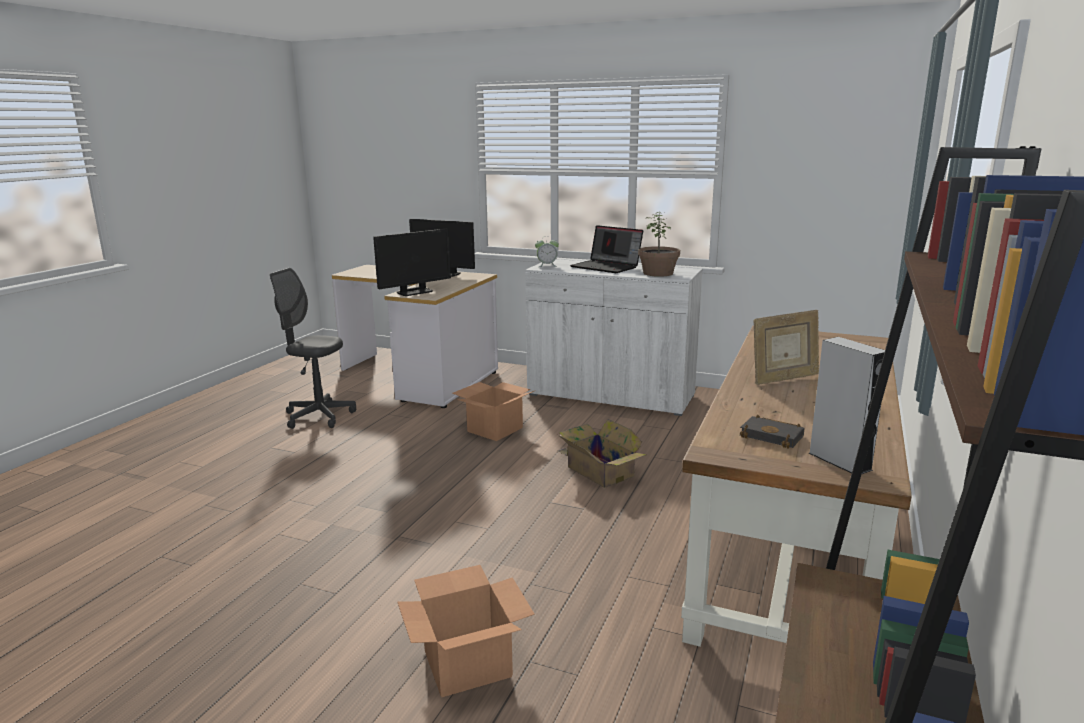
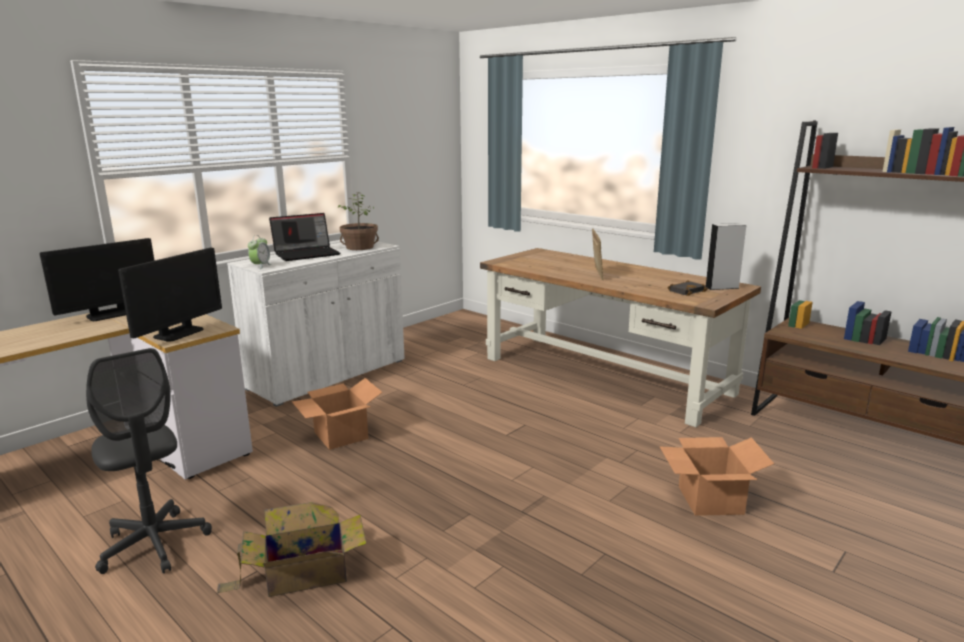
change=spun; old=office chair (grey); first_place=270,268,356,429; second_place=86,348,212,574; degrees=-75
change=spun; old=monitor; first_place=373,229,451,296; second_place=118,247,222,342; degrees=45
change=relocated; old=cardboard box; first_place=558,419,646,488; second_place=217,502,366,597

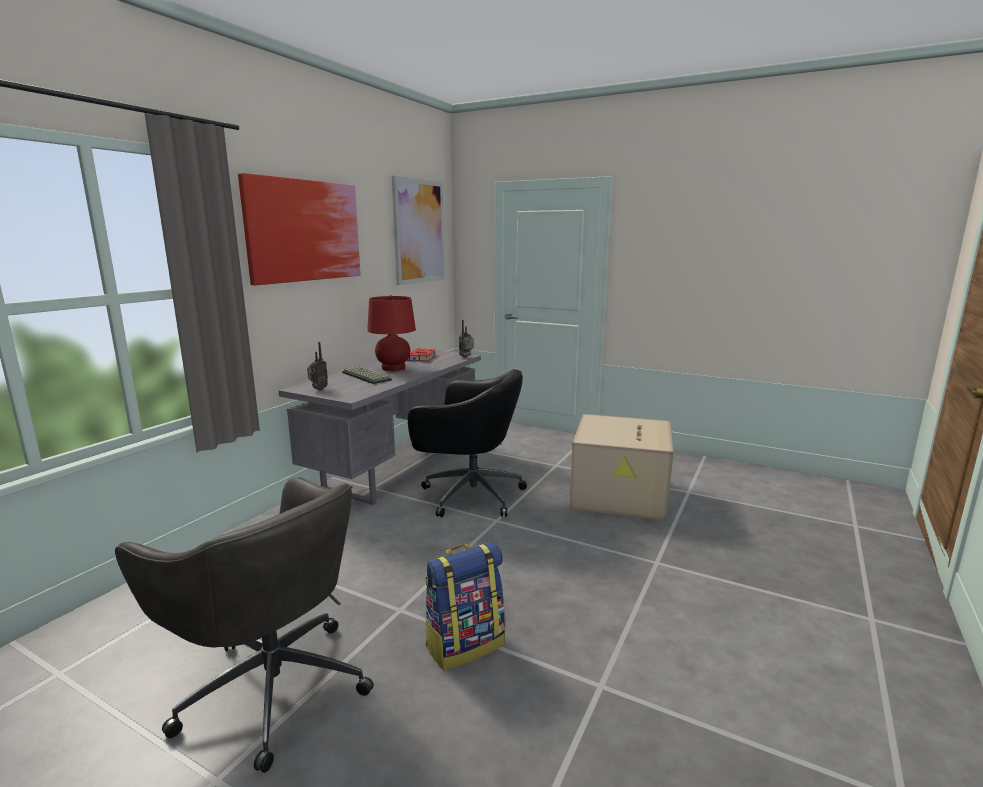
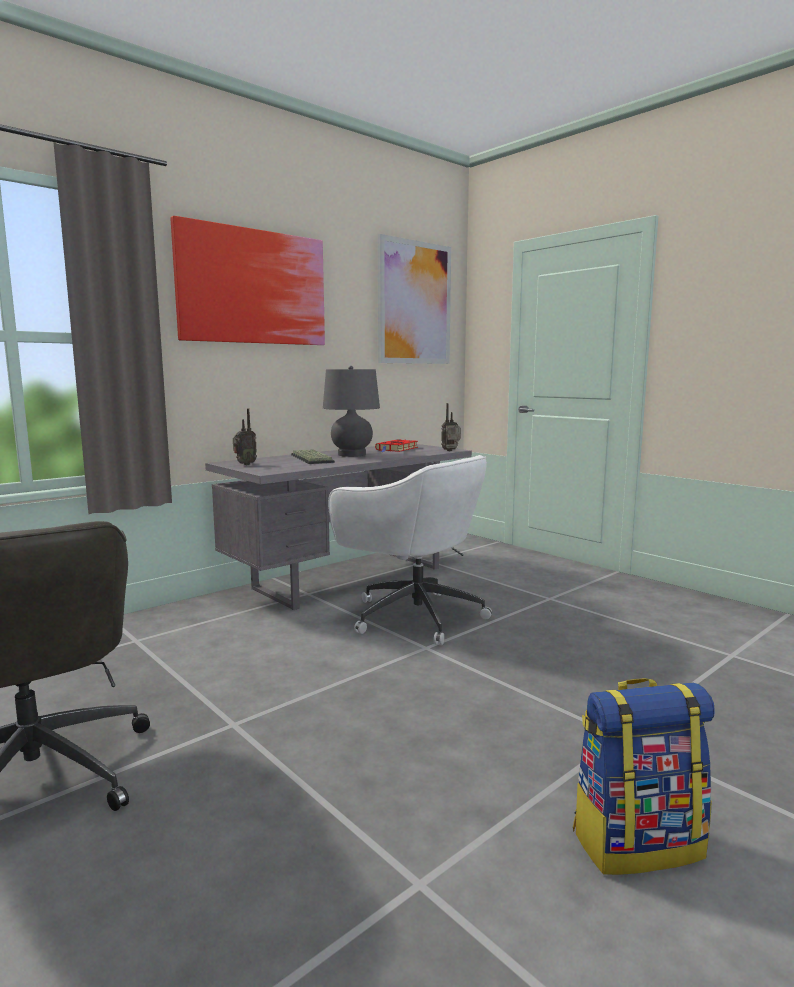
change=colour; old=table lamp (red); new=table lamp (grey); first_place=367,295,416,371; second_place=323,366,380,457
change=colour; old=office chair (black); new=office chair (white); first_place=408,369,527,517; second_place=328,455,492,645
change=relocated; old=backpack; first_place=425,542,505,670; second_place=573,678,715,875
change=missing; old=cardboard box; first_place=570,414,673,521

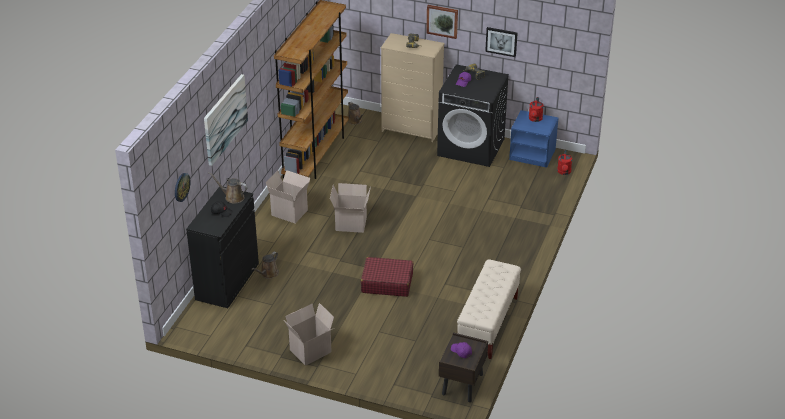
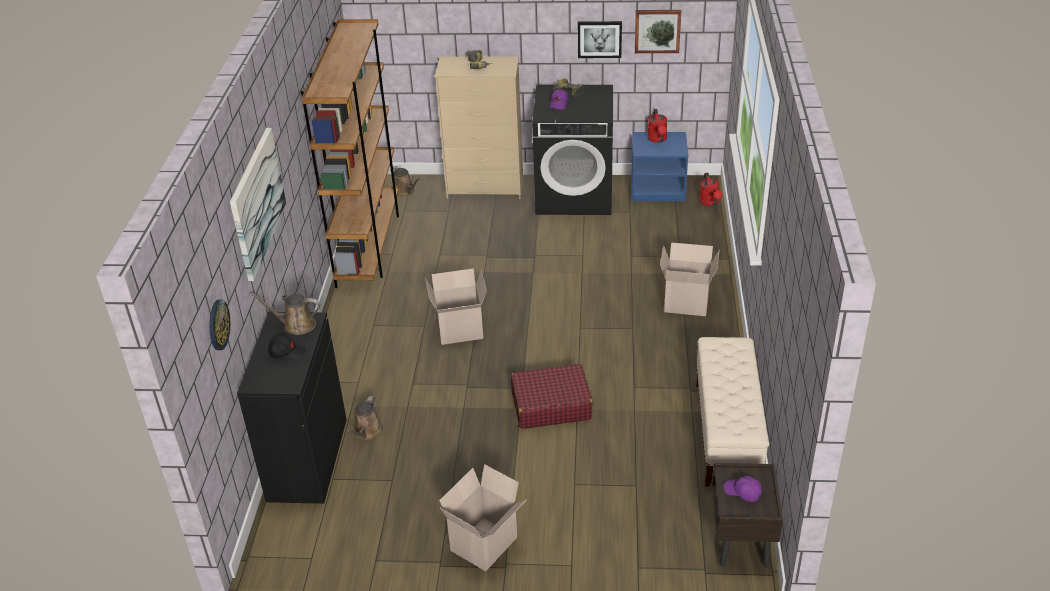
change=relocated; old=picture; first_place=426,5,458,39; second_place=635,10,681,53
change=relocated; old=cardboard box; first_place=266,170,310,223; second_place=660,242,720,316

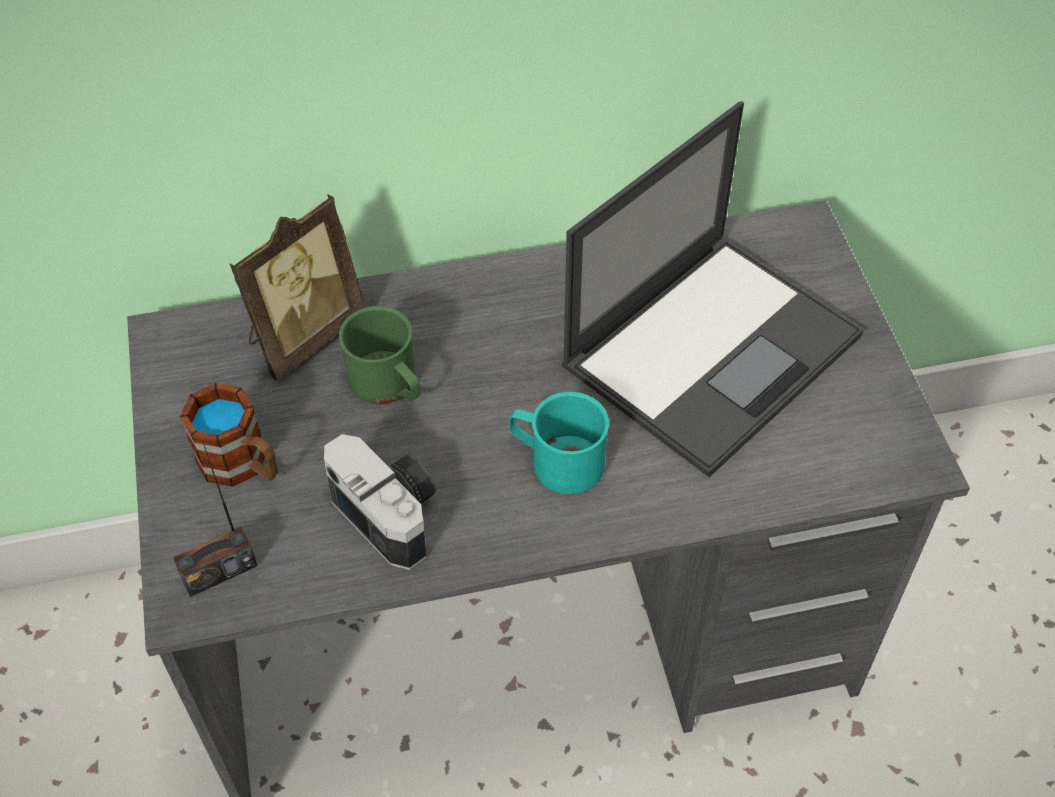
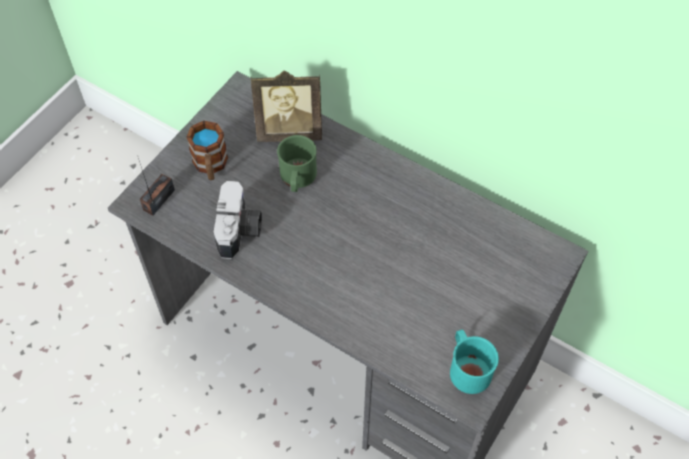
change=spun; old=radio; first_place=173,440,258,597; second_place=137,155,175,215; degrees=105
change=relocated; old=mug (turquoise); first_place=510,392,609,494; second_place=450,329,499,394
change=missing; old=laptop; first_place=561,101,864,477

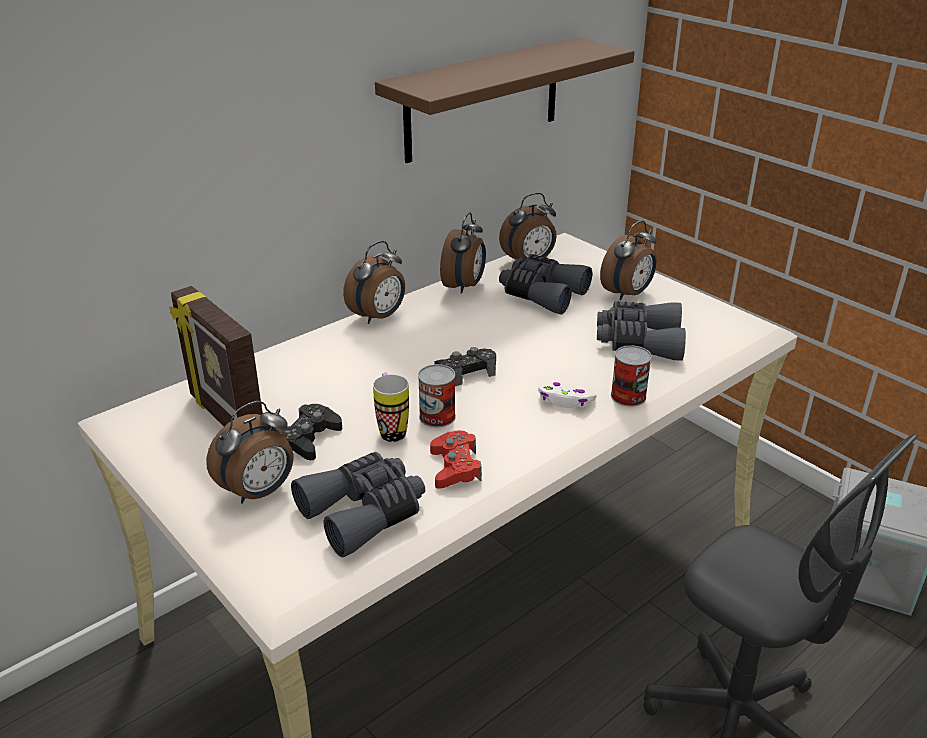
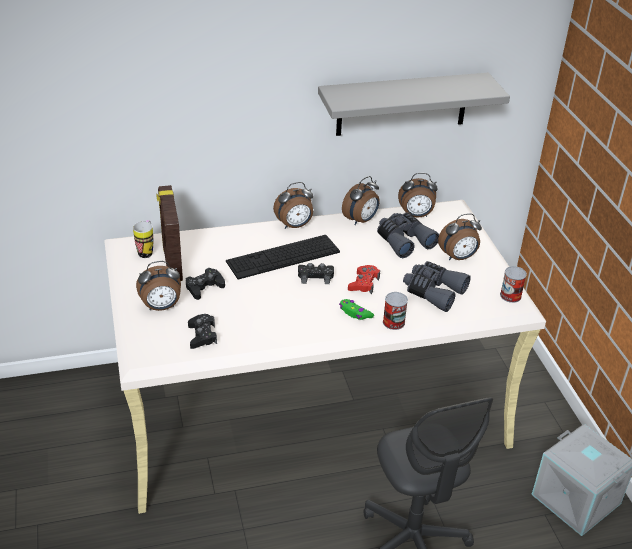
change=relocated; old=mug; first_place=373,372,409,442; second_place=133,220,153,258
change=exchanged; old=binoculars (grey); new=game controller (black); first_place=291,452,425,557; second_place=188,314,217,349
change=appeared; new=keyboard; second_place=226,235,340,280
change=colour; old=shelf (brown); new=shelf (grey); first_place=375,37,635,163; second_place=318,73,510,136
change=colour; old=game controller (white); new=game controller (green); first_place=538,382,597,408; second_place=339,299,374,320
change=relocated; old=game controller (red); first_place=430,430,482,489; second_place=348,265,380,294
change=relocated; old=can; first_place=418,364,456,427; second_place=500,266,527,303

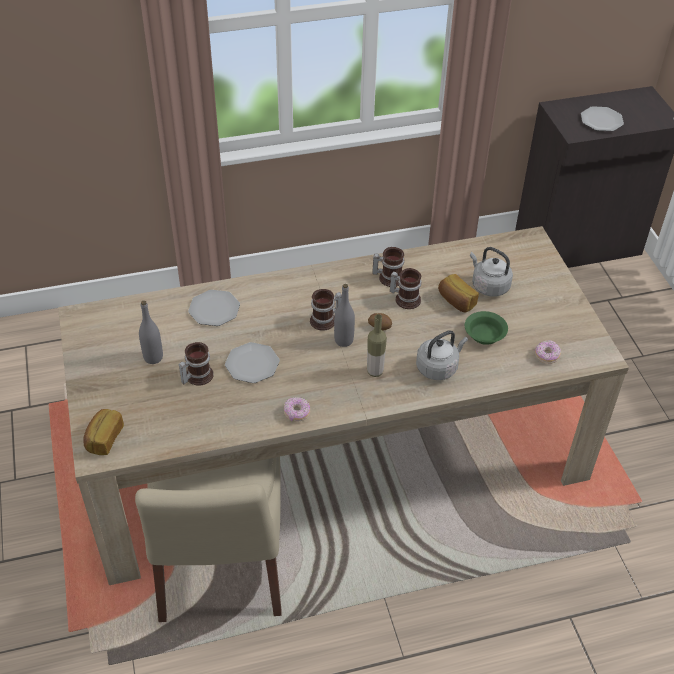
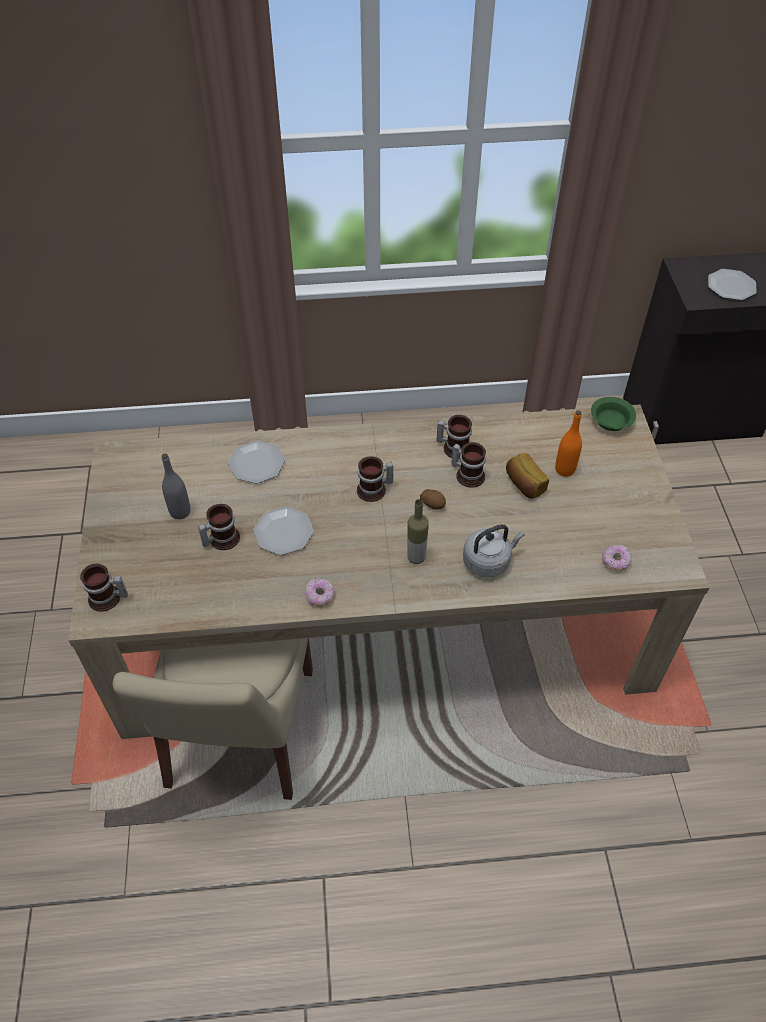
change=exchanged; old=bread; new=mug; first_place=83,409,124,455; second_place=80,563,128,612
change=exchanged; old=kettle (grey); new=bottle (orange); first_place=470,247,513,297; second_place=555,410,582,477
change=relocated; old=bowl (green); first_place=465,311,508,345; second_place=591,397,636,431
change=missing; old=bottle (grey); first_place=334,284,355,347

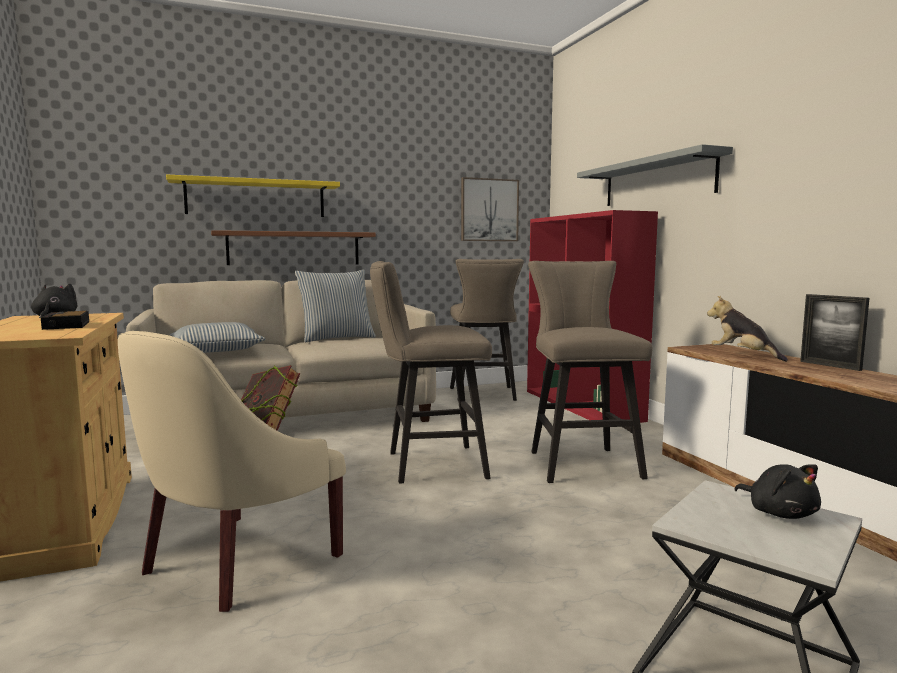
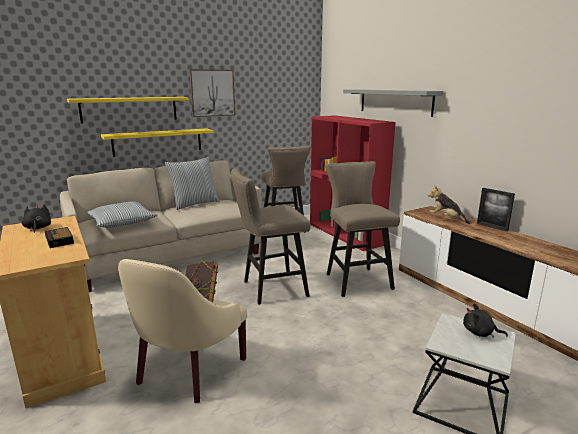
change=colour; old=shelf (brown); new=shelf (yellow); first_place=211,230,376,265; second_place=101,128,214,157
change=relocated; old=picture; first_place=461,177,519,241; second_place=189,69,235,117
change=spun; old=plush toy (black); first_place=734,464,821,519; second_place=463,304,508,338; degrees=150

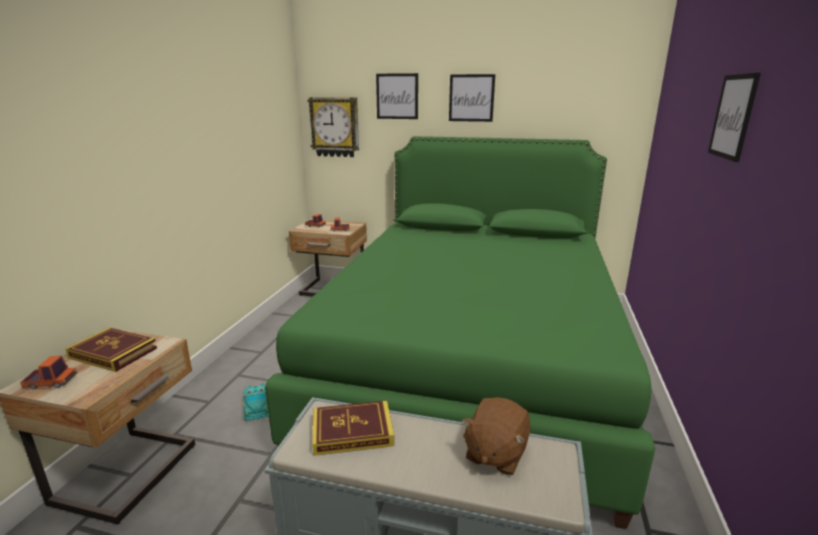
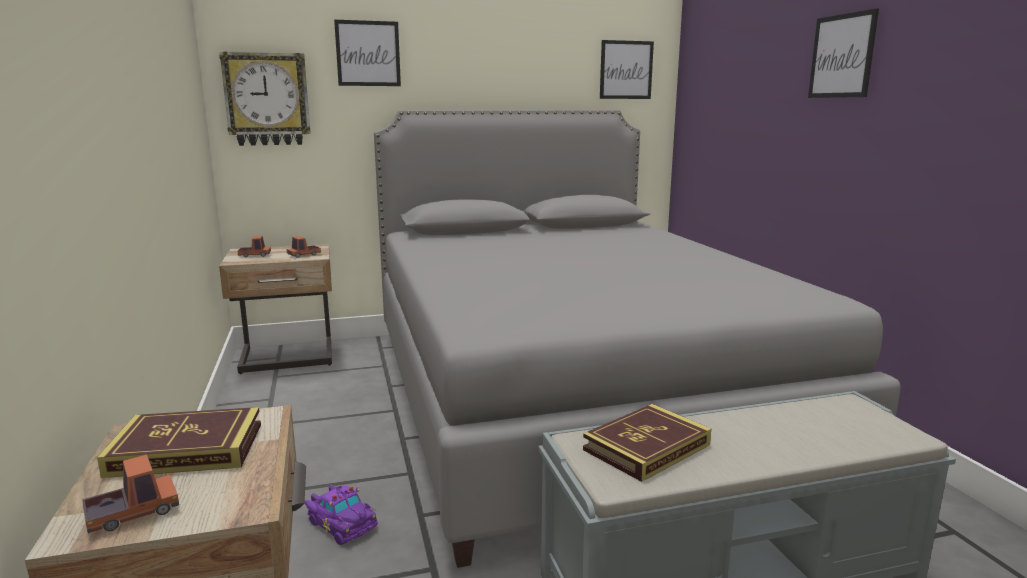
change=colour; old=toy car (turquoise); new=toy car (purple); first_place=243,383,269,421; second_place=304,485,378,545
change=colour; old=bed (green); new=bed (grey); first_place=265,136,655,529; second_place=374,109,901,568
change=relocated; old=picture; first_place=449,74,495,122; second_place=600,40,654,99
change=missing; old=plush toy (brown); first_place=461,397,531,475

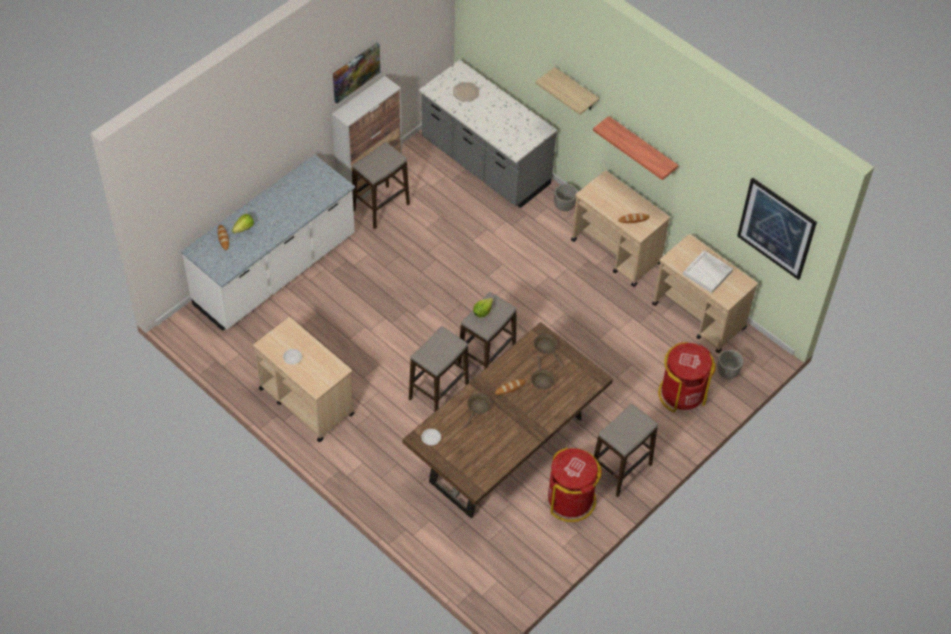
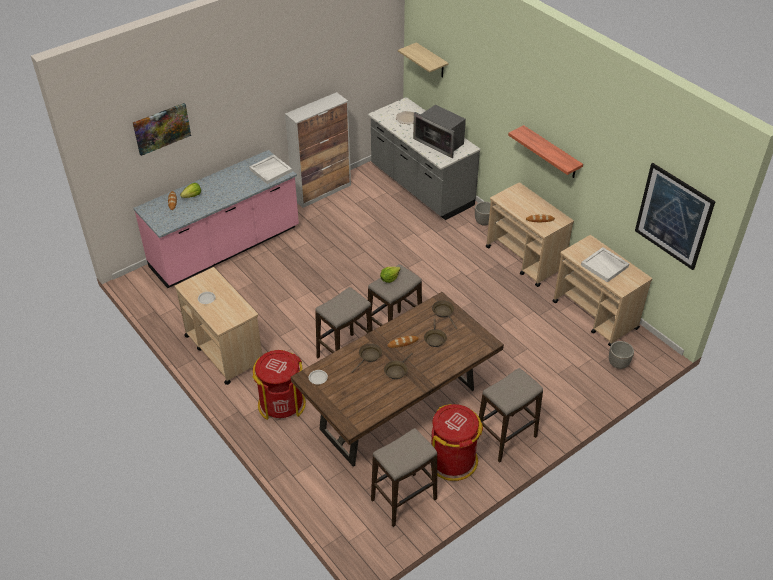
change=relocated; old=picture; first_place=333,43,380,103; second_place=133,103,191,156
change=colour; old=counter (white); new=counter (pink); first_place=181,154,355,331; second_place=133,150,299,288
change=appeared; new=tray (white); second_place=249,155,292,184
change=relocated; old=trash can (red); first_place=658,342,716,412; second_place=253,350,306,420
change=relocated; old=stool; first_place=352,142,410,229; second_place=371,428,437,527
change=appeared; new=frying pan (brown); second_place=384,353,413,379
change=relocated; old=shelf; first_place=535,67,599,115; second_place=398,42,449,78
change=appeared; new=microwave; second_place=413,105,466,158

